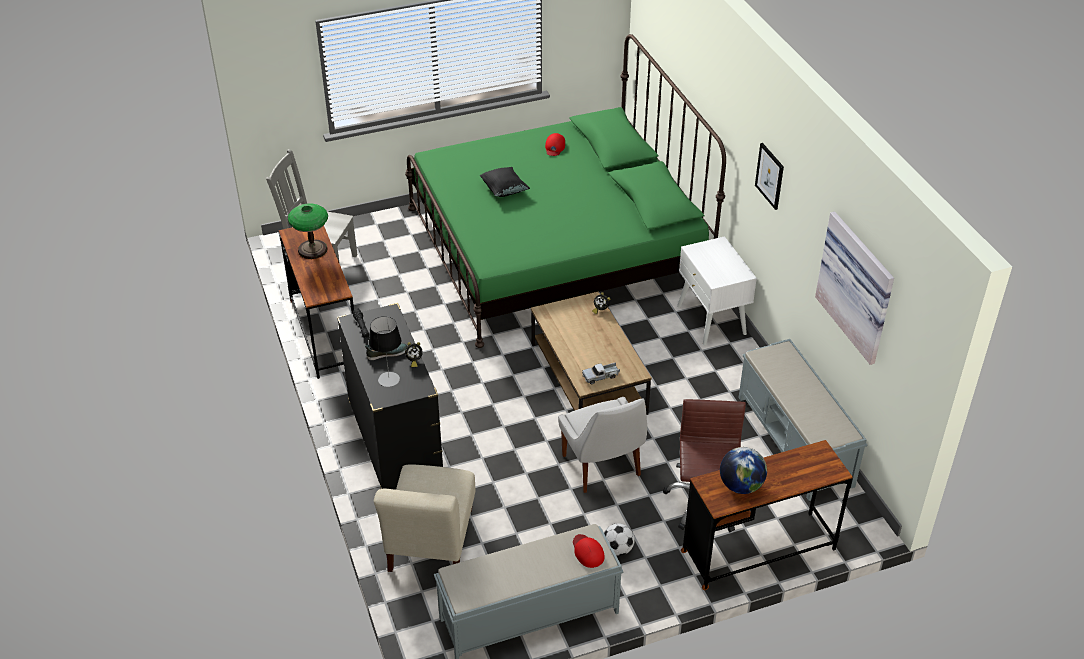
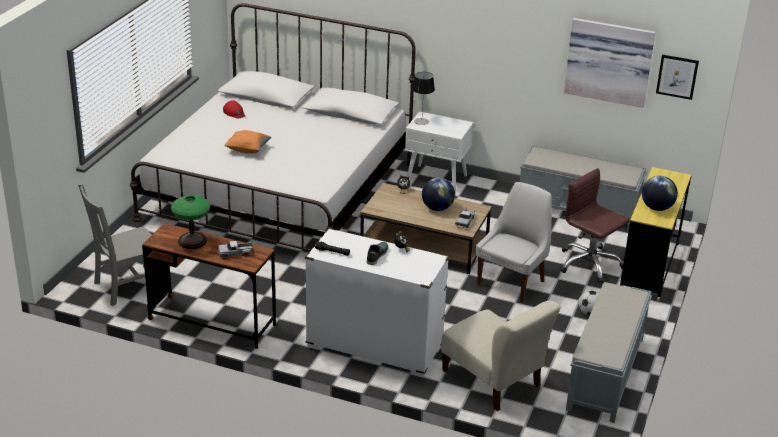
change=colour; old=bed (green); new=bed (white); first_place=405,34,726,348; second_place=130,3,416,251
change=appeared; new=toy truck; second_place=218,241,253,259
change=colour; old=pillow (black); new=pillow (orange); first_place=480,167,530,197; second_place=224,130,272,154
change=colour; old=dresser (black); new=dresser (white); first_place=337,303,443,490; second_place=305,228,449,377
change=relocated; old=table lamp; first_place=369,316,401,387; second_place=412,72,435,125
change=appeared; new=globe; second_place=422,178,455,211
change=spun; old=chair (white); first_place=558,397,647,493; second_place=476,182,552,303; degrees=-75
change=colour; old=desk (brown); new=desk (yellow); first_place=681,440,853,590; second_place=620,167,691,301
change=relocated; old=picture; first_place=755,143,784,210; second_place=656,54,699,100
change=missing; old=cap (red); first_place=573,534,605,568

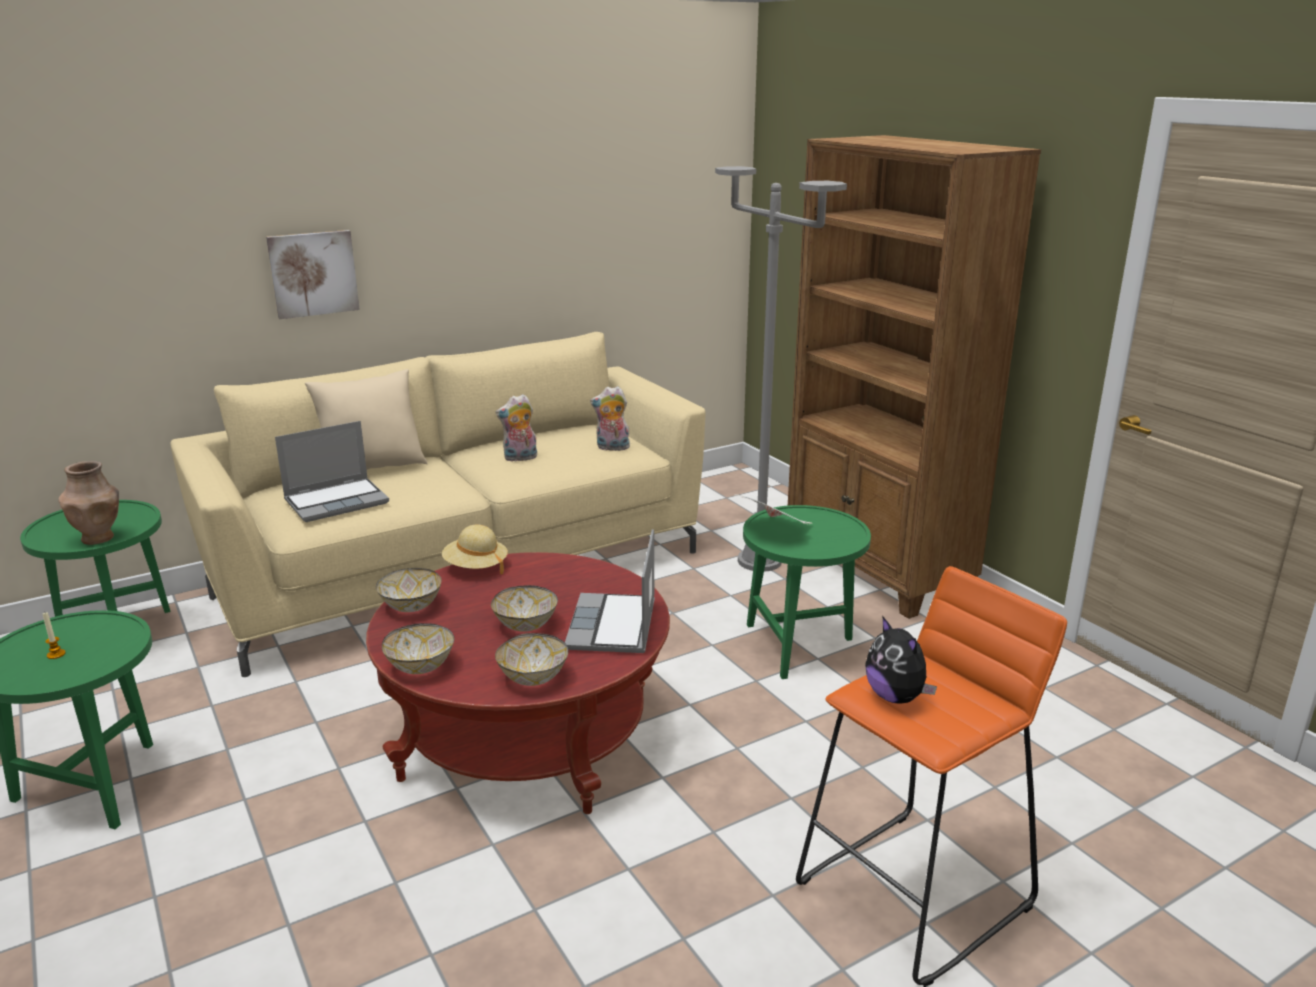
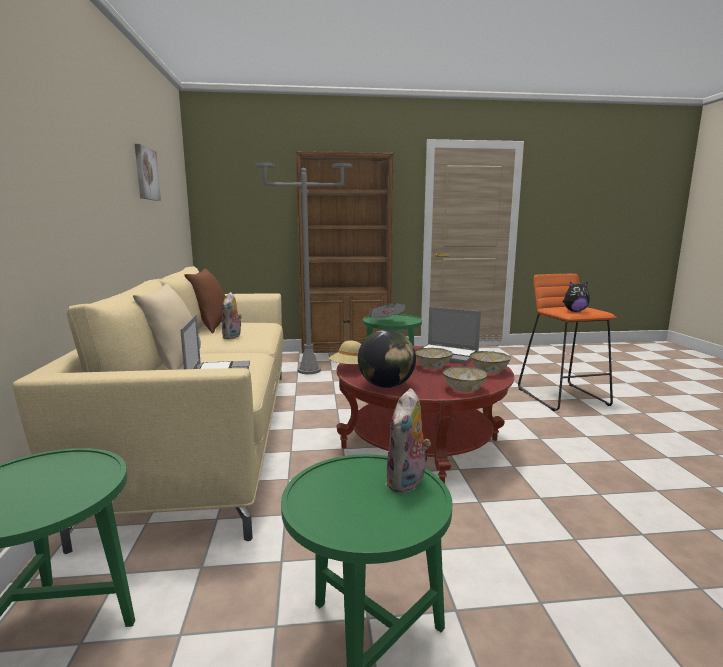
change=relocated; old=picture; first_place=266,230,360,319; second_place=135,144,161,201
change=appeared; new=pillow (brown); second_place=185,269,225,334
change=exchanged; old=bowl; new=globe; first_place=376,568,442,612; second_place=358,329,416,388
change=relocated; old=plush toy; first_place=590,386,630,451; second_place=385,388,431,493
change=missing; old=candle; first_place=43,612,66,659
change=missing; old=vase (brown); first_place=58,461,119,545

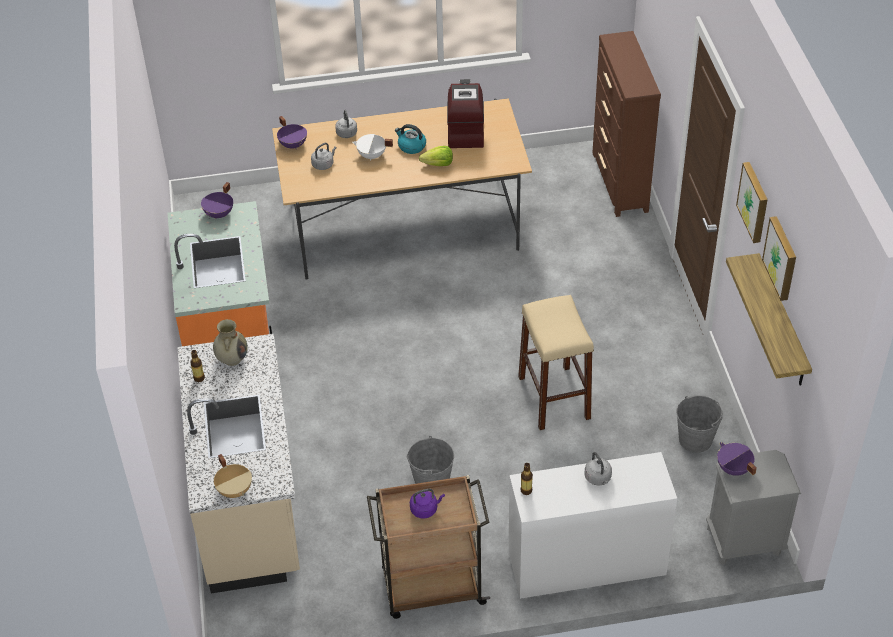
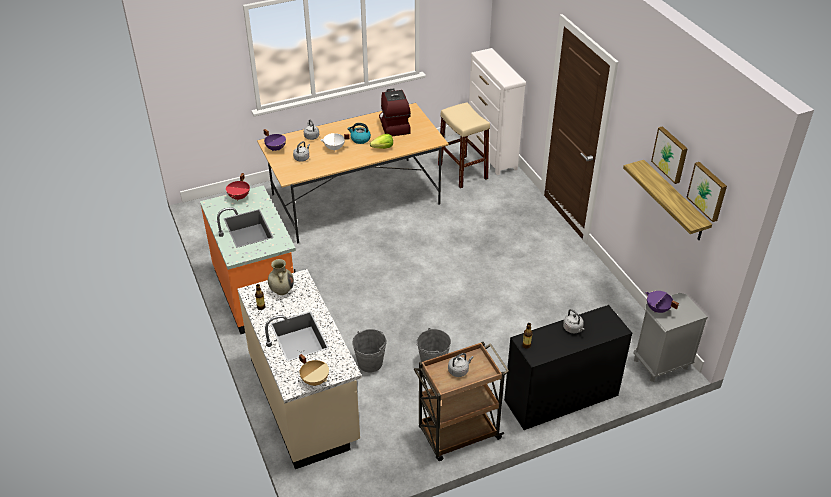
change=colour; old=cooking pot (purple); new=cooking pot (red); first_place=201,182,233,219; second_place=226,173,250,201
change=relocated; old=bucket (grey); first_place=676,395,723,453; second_place=352,329,387,373
change=relocated; old=stool (beige); first_place=518,295,594,430; second_place=438,102,490,188
change=colour; old=kettle (purple); new=kettle (grey); first_place=410,488,445,519; second_place=448,353,473,377
change=colour; old=dresser (brown); new=dresser (white); first_place=592,31,661,217; second_place=468,48,526,175
change=colour; old=desk (white); new=desk (black); first_place=509,452,677,599; second_place=504,305,632,430
change=relocated; old=picture; first_place=736,162,768,243; second_place=687,162,727,222

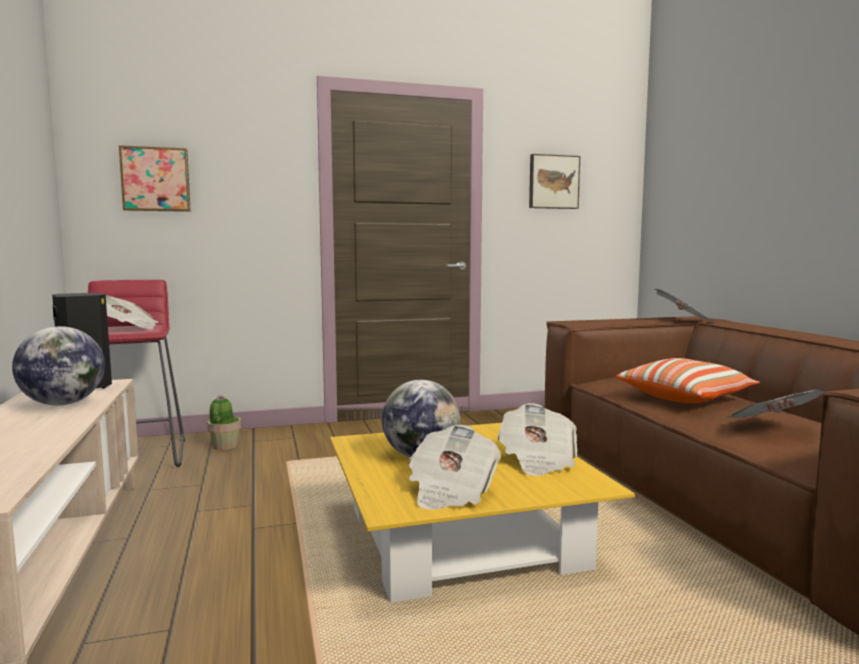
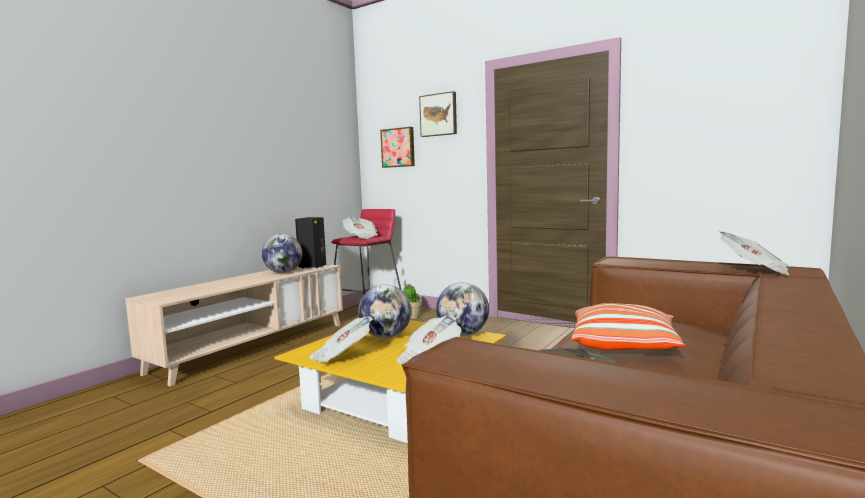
change=relocated; old=picture; first_place=529,154,580,209; second_place=419,91,457,137
change=appeared; new=globe; second_place=436,282,489,336

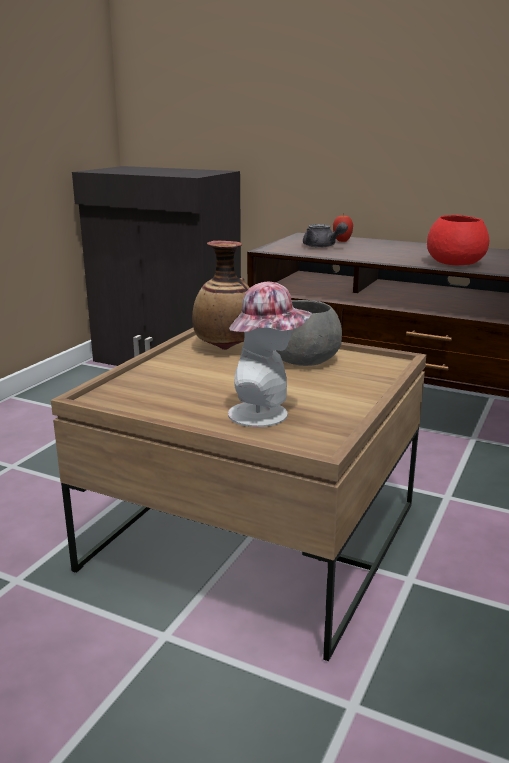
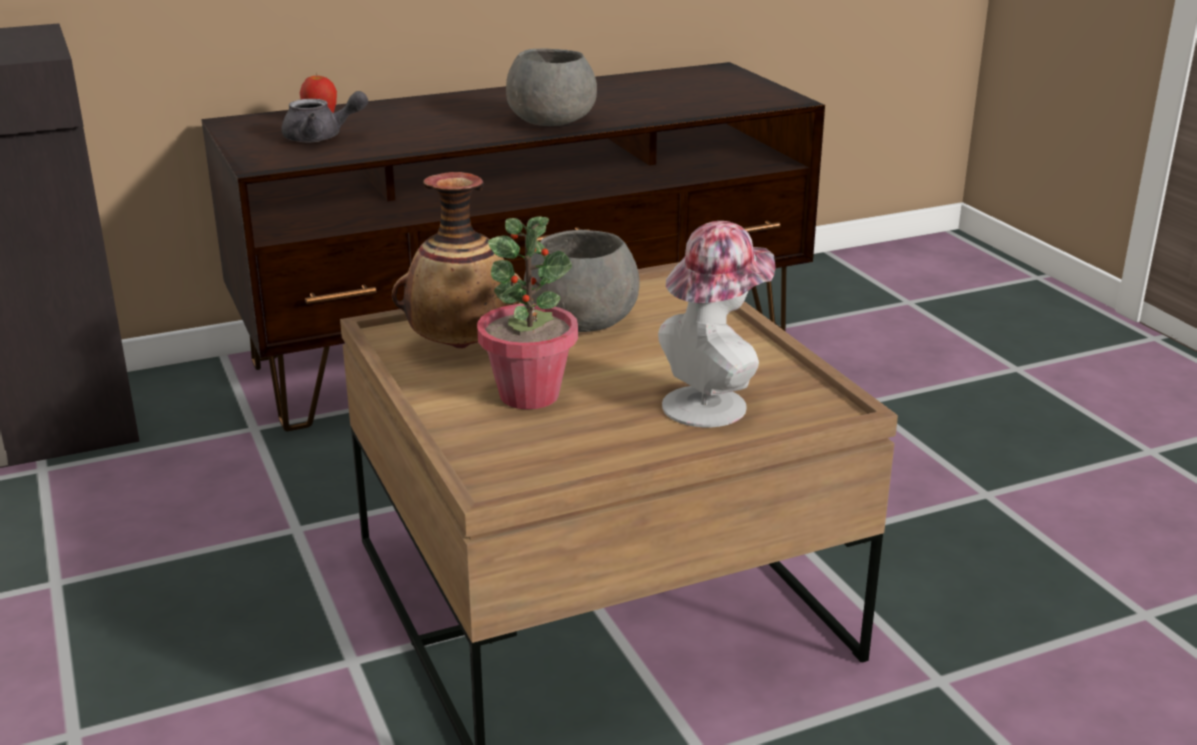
change=appeared; new=potted plant; second_place=477,217,578,410
change=colour; old=bowl (red); new=bowl (grey); first_place=427,215,489,265; second_place=506,48,597,126

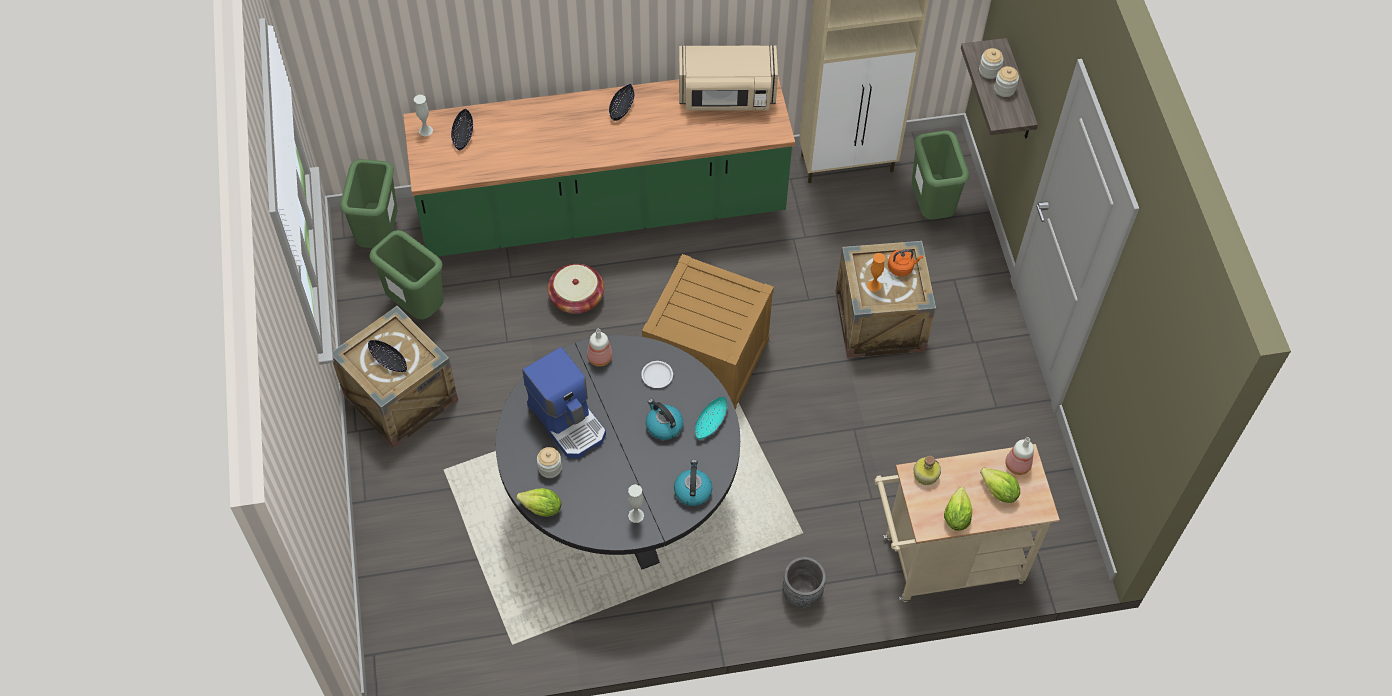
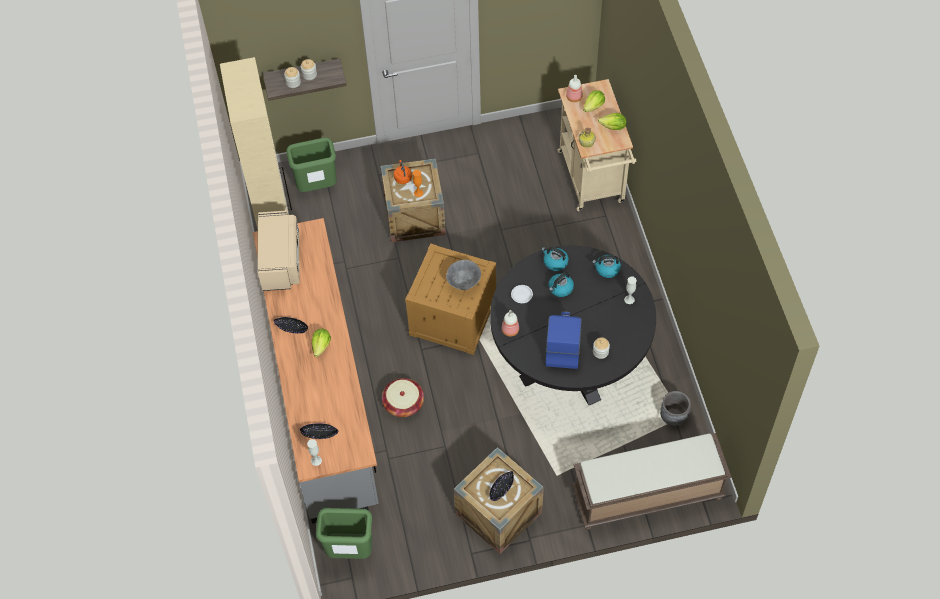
change=colour; old=counter (green); new=counter (grey); first_place=403,77,795,256; second_place=253,218,379,524
change=relocated; old=lettuce; first_place=516,488,561,517; second_place=312,329,331,357
change=appeared; new=bowl (grey); second_place=446,260,481,290
change=exchanged; old=bowl (turquoise); new=kettle; first_place=695,397,728,440; second_place=541,247,569,271
change=spun; old=coffee machine; first_place=522,347,606,458; second_place=545,311,582,369; degrees=-45
change=appeared; new=bench (brown); second_place=572,433,732,530
change=relocated; old=planter (grey); first_place=782,557,826,608; second_place=660,391,691,426
change=missing; old=trash can (green); first_place=369,230,444,320

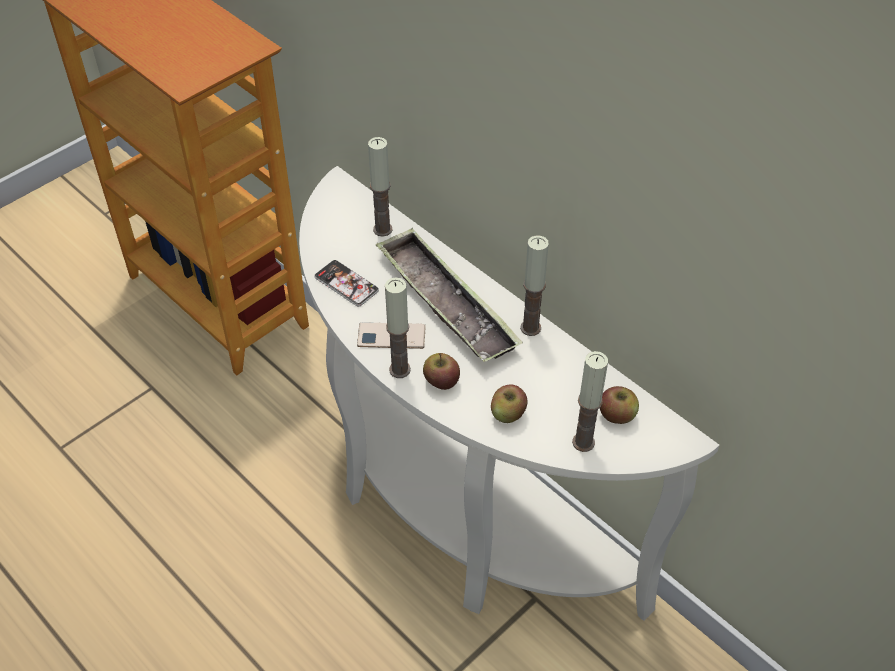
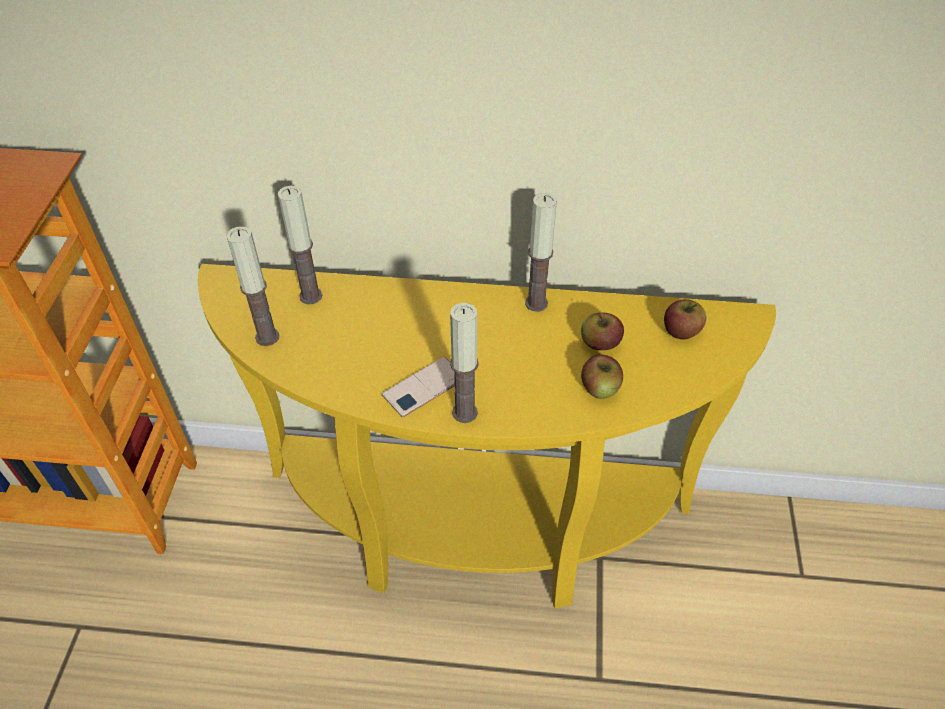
change=colour; old=console table (white); new=console table (yellow); first_place=299,166,719,621; second_place=198,264,776,608
change=relocated; old=candle; first_place=572,351,608,452; second_place=226,226,279,346
change=relocated; old=apple; first_place=423,353,460,390; second_place=581,312,624,350
change=missing; old=phone; first_place=314,260,379,307
change=missing; old=tray; first_place=376,228,523,362

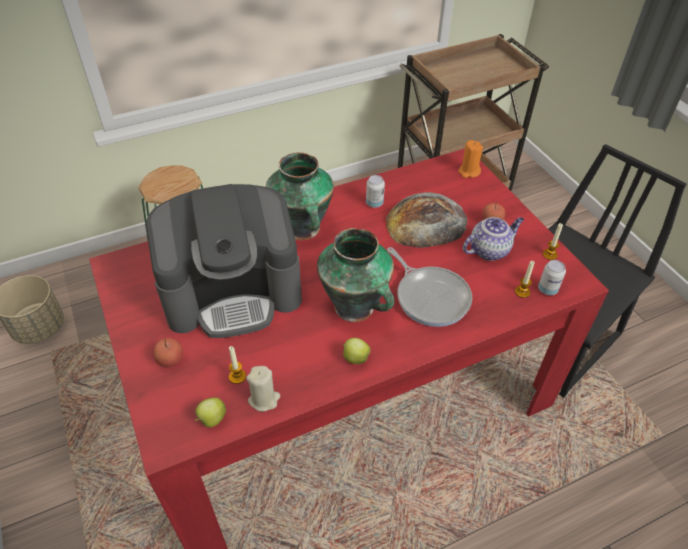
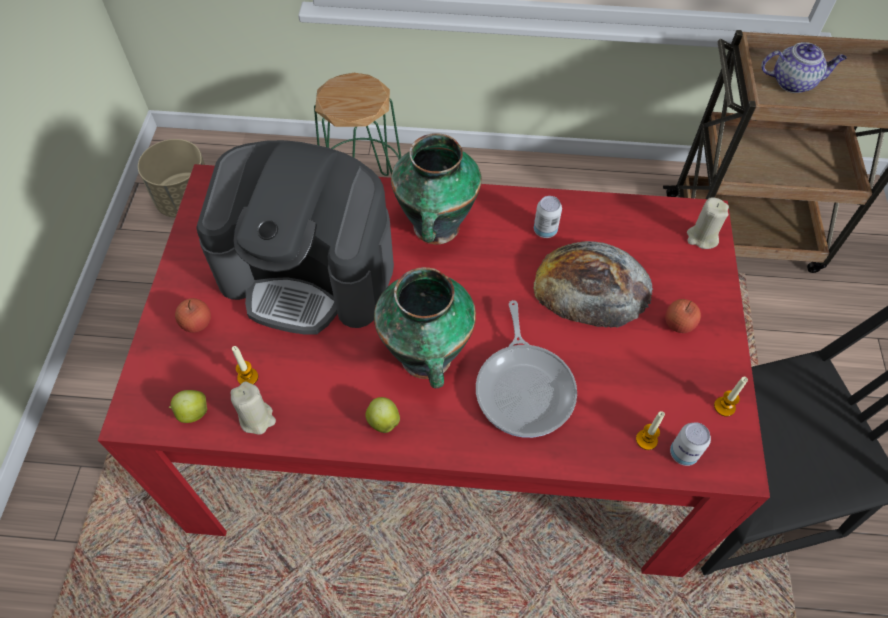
change=colour; old=candle (orange); new=candle (beige); first_place=458,140,483,178; second_place=687,197,729,249
change=relocated; old=teapot; first_place=463,217,524,261; second_place=761,42,847,93

